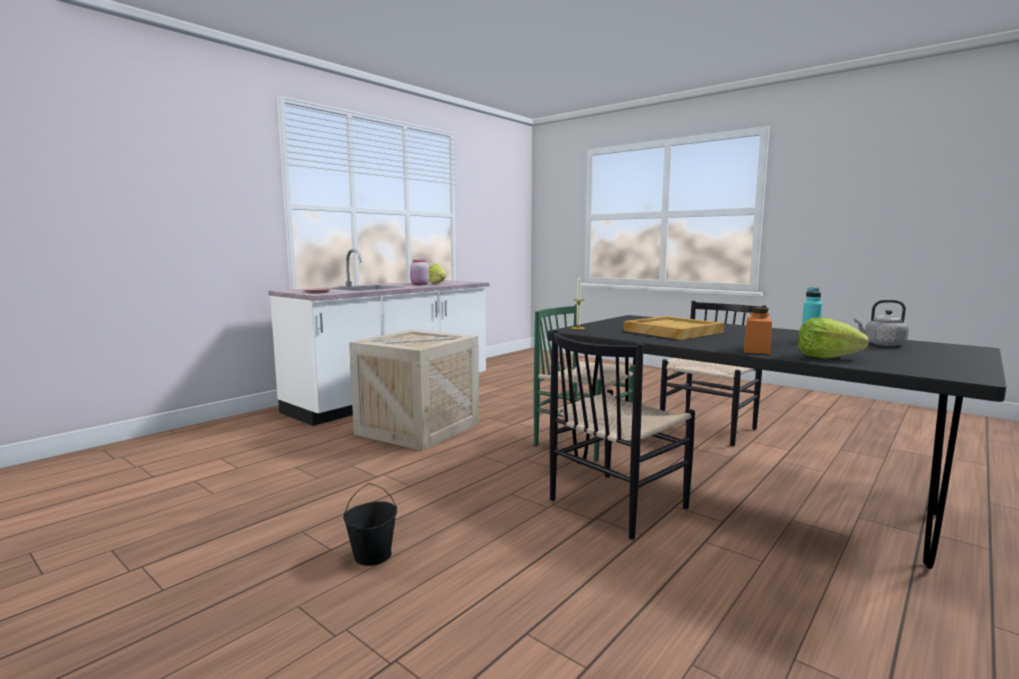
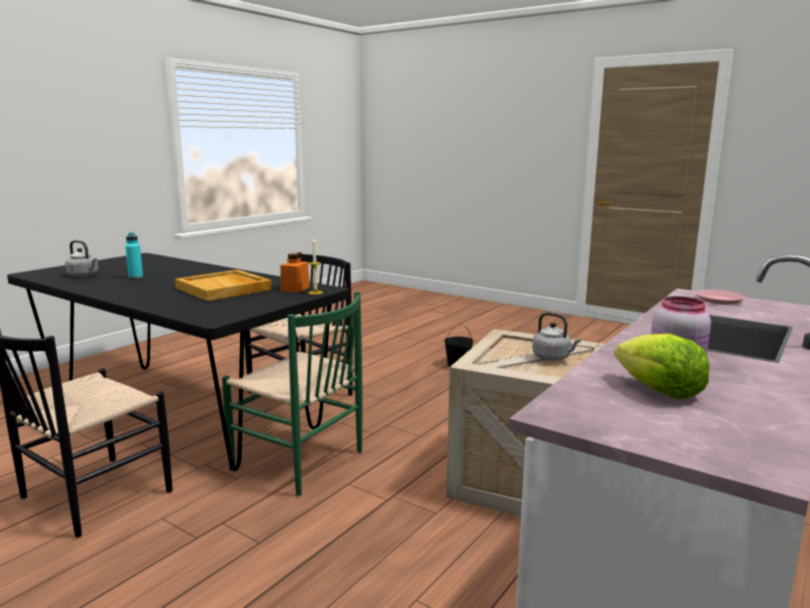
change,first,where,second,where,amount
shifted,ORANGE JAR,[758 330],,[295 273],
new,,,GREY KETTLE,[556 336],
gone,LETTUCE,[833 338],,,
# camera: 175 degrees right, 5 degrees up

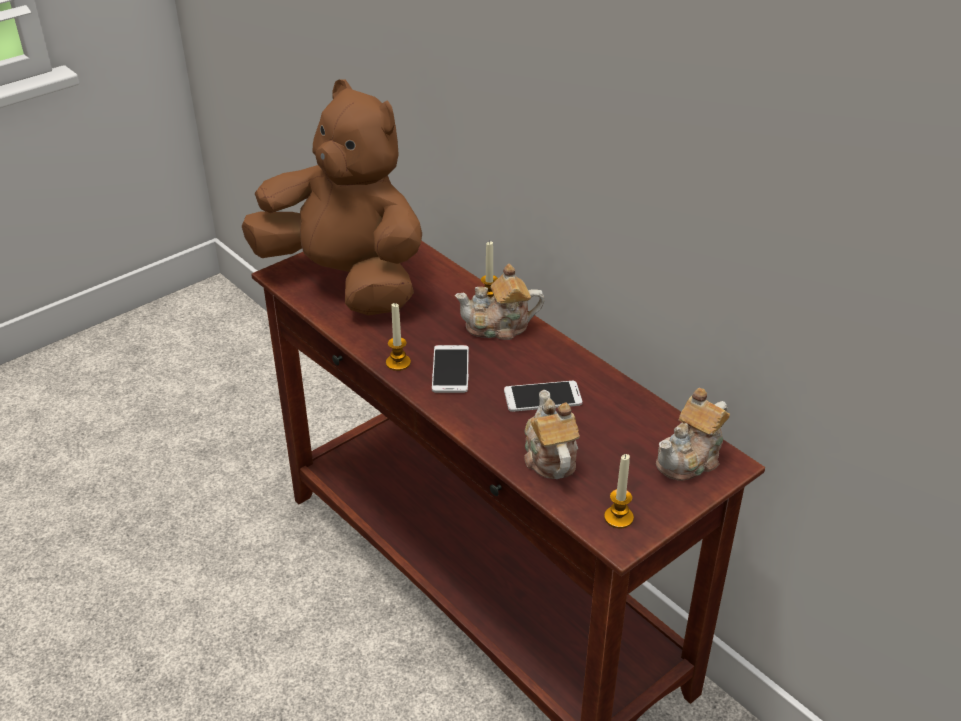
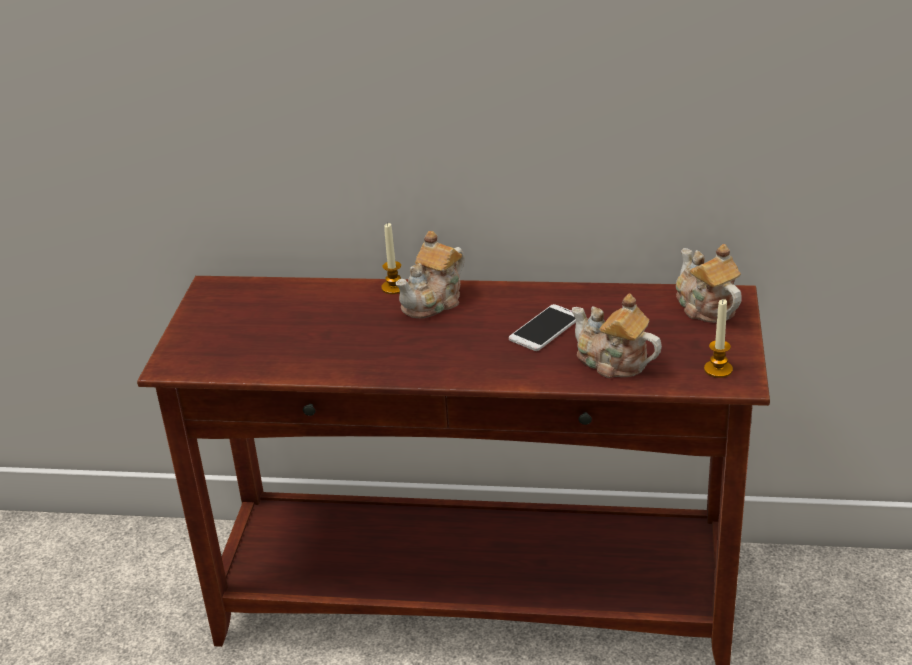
change,first,where,second,where,amount
rotated,TEAPOT,[693 434],,[709 283],150 degrees clockwise
gone,BROWN PLUSH TOY,[332 197],,,
gone,CANDLE,[398 337],,,
gone,PHONE,[450 369],,,
# camera: 40 degrees left, 5 degrees down

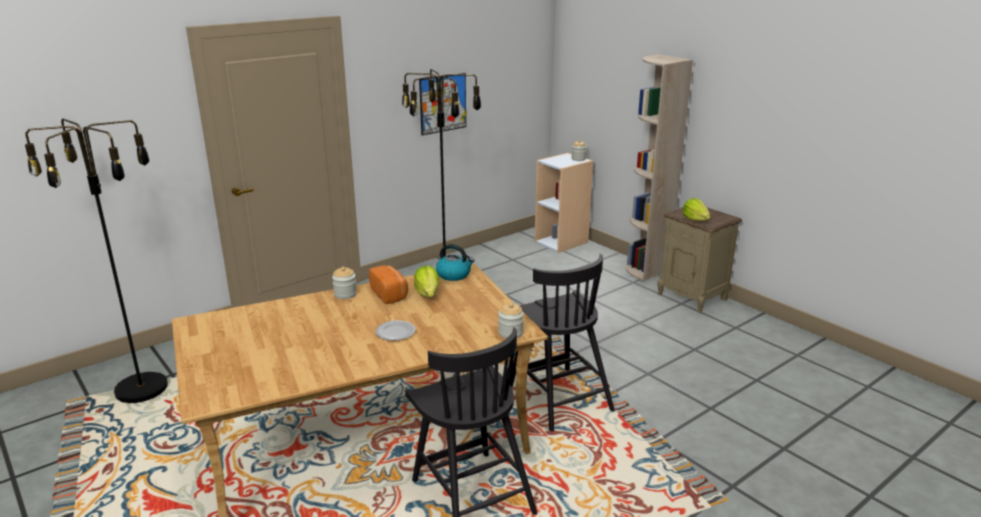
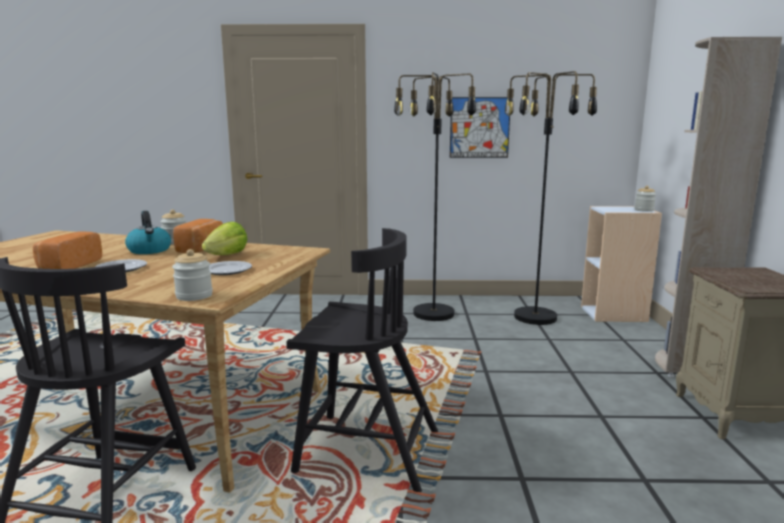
change,first,where,second,where,amount
new,,,BREAD,[67 250],
shifted,KETTLE,[455 262],,[148 232],
new,,,PLATE,[230 268],
rotated,BLACK CHAIR,[562 343],,[362 360],90 degrees counterclockwise
shifted,FLOOR LAMP,[96 260],,[551 198],
gone,LETTUCE,[696 209],,,
# camera: 40 degrees right, 10 degrees down

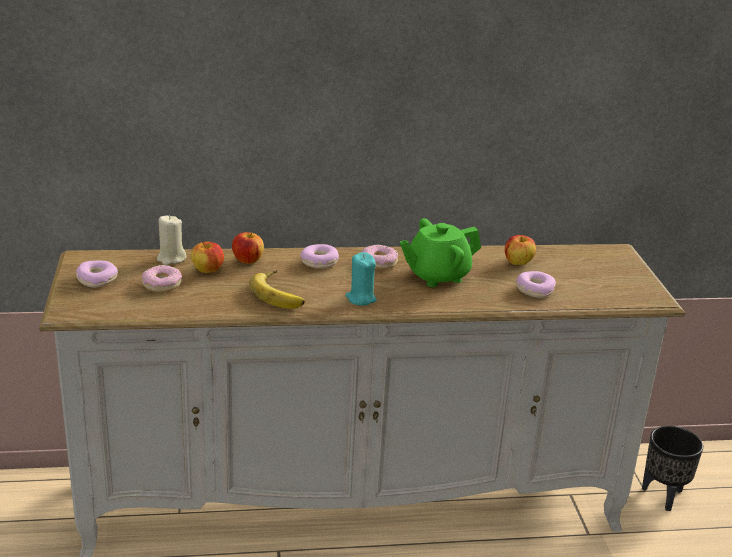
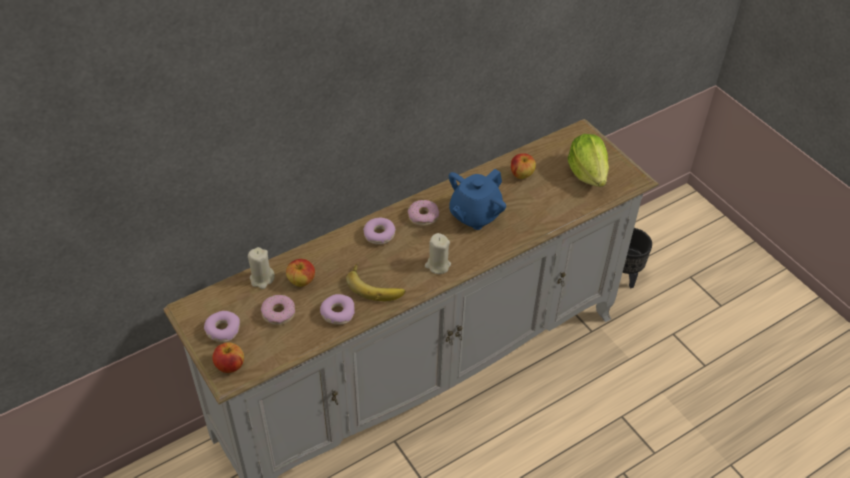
change,first,where,second,where,amount
shifted,APPLE,[248 248],,[228 357],
shifted,DONUT,[536 284],,[337 309],
repainted,TURQUOISE CANDLE,[361 278],BEIGE CANDLE,[438 253],
repainted,GREEN TEAPOT,[440 252],BLUE TEAPOT,[477 199],
new,,,LETTUCE,[588 160],
# camera: 25 degrees left, 20 degrees up

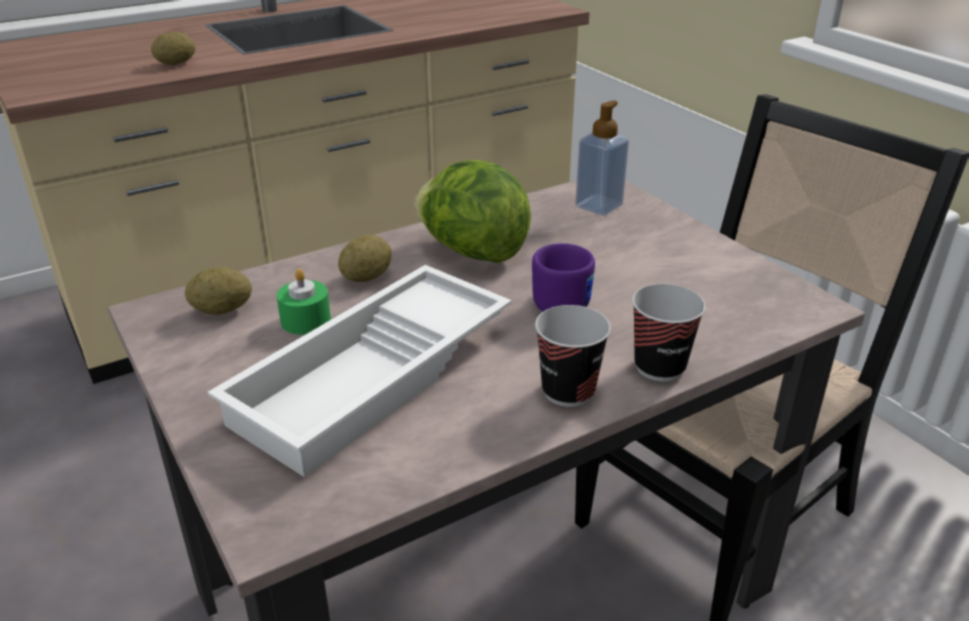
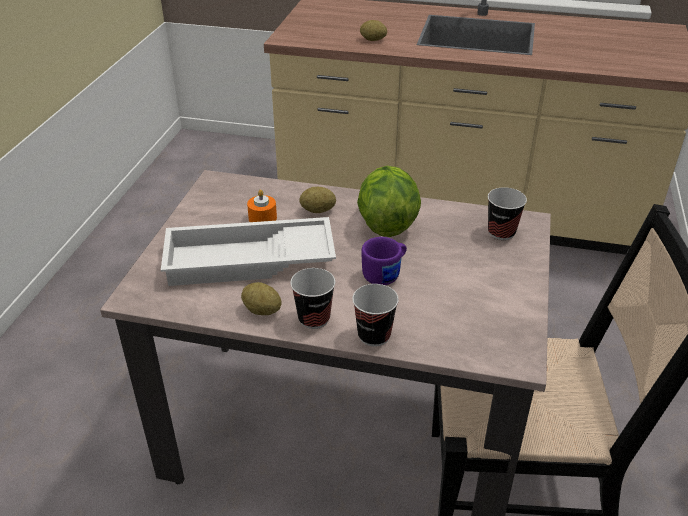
change,first,where,second,where,amount
shifted,POTATO,[218 291],,[261 298],
repainted,GREEN CANDLE,[304 302],ORANGE CANDLE,[262 206],
swapped,SOAP DISPENSER,[602 158],CUP,[507 213],
# camera: 45 degrees right, 5 degrees up

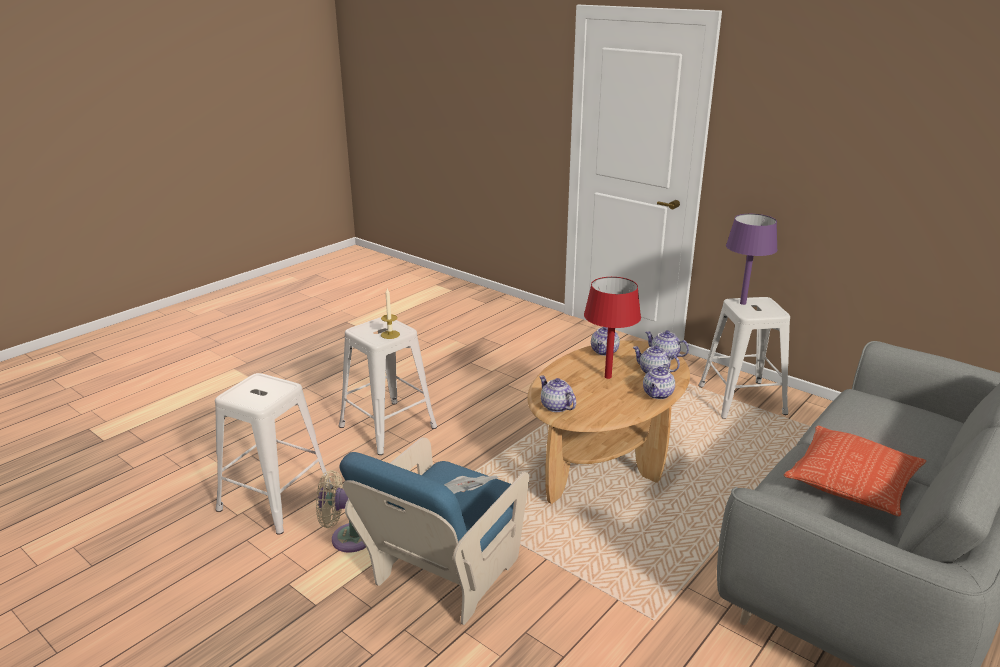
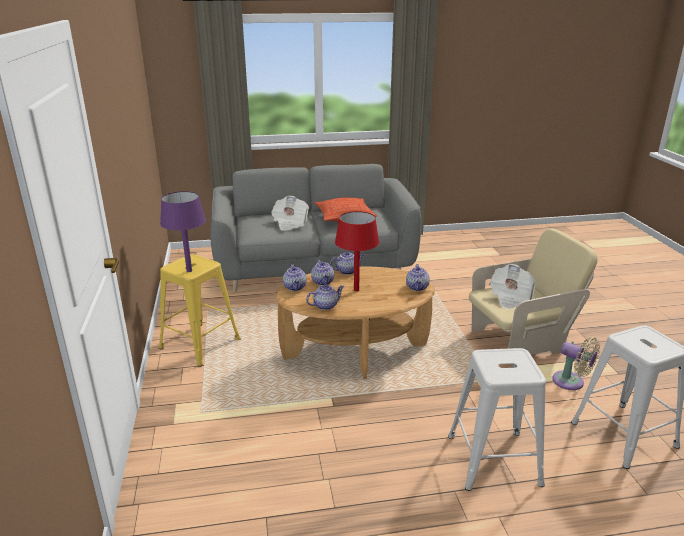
change,first,where,second,where,amount
repainted,WHITE STOOL,[744 358],YELLOW STOOL,[200 310],
new,,,NEWSPAPER,[290 213],
repainted,BLUE ARMCHAIR,[434 531],BEIGE ARMCHAIR,[533 292],
gone,CANDLE,[390 313],,,
# camera: 140 degrees left, 0 degrees up

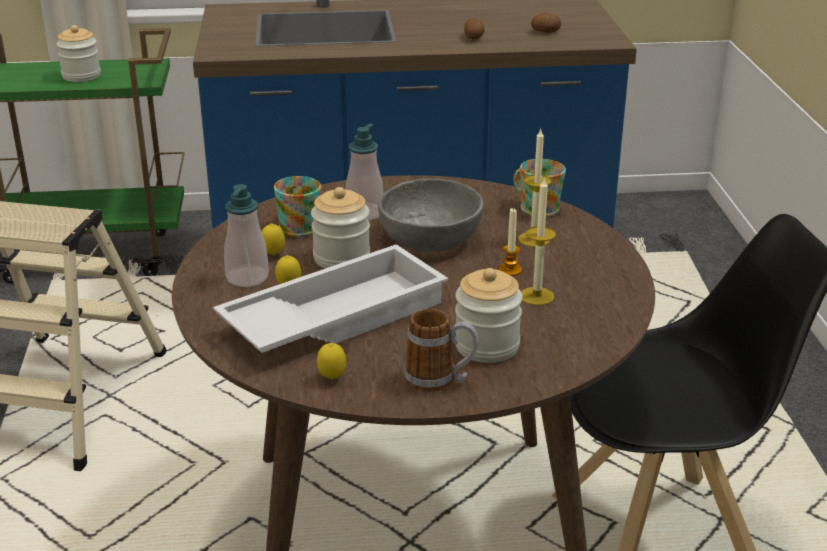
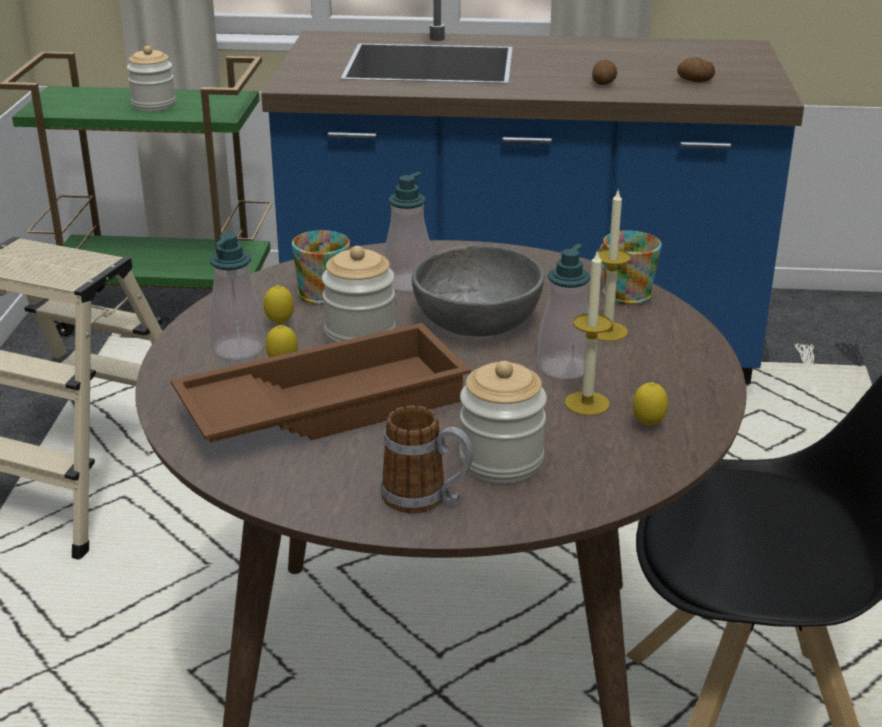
change,first,where,second,where,amount
repainted,WHITE TRAY,[330 298],BROWN TRAY,[320 382],
swapped,CANDLE,[510 241],SOAP DISPENSER,[564 311],
shifted,LEMON,[331 361],,[650 404],
# camera: 10 degrees right, 0 degrees up

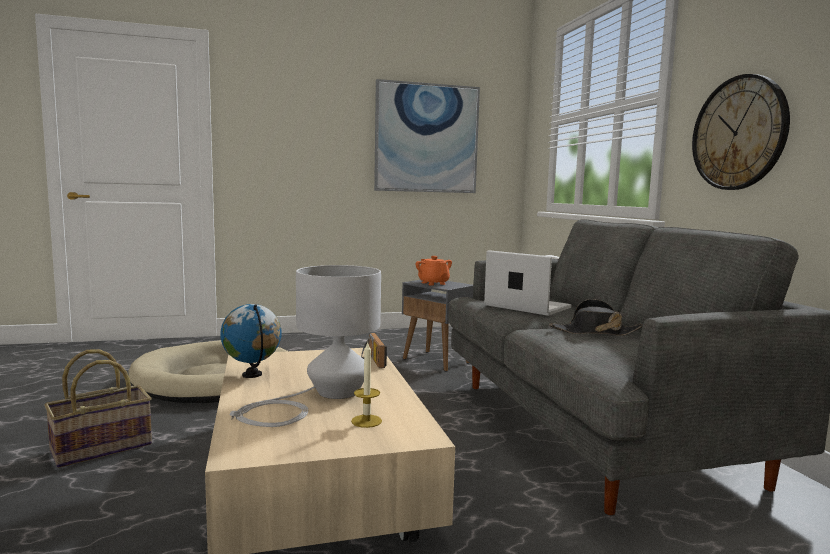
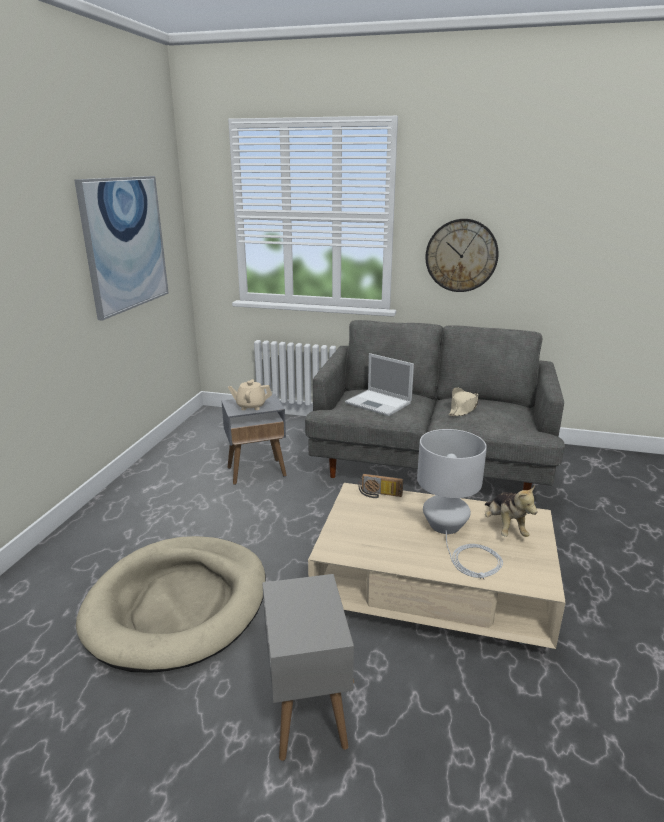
change,first,where,second,where,amount
repainted,ORANGE TEAPOT,[433 271],BEIGE TEAPOT,[250 394],
swapped,BASKET,[98 408],GREY SIDE TABLE,[308 667],
rotated,LAPTOP,[527 283],,[379 384],120 degrees counterclockwise
repainted,BLACK HAT,[596 317],BEIGE HAT,[463 401],
swapped,CANDLE,[366 385],PLUSH TOY,[511 511],
gone,GLOBE,[251 341],,,
# camera: 60 degrees left, 15 degrees up

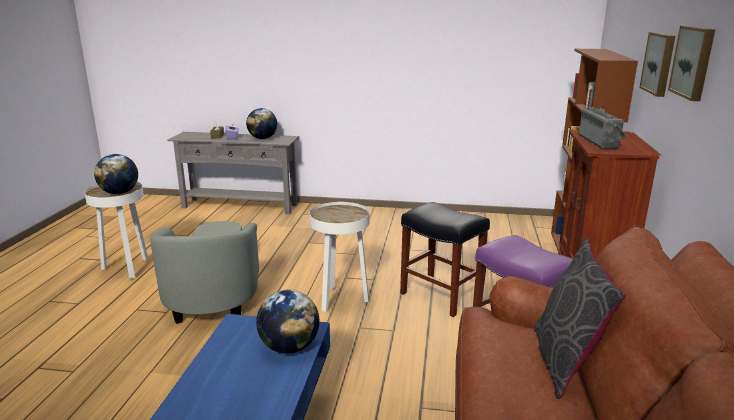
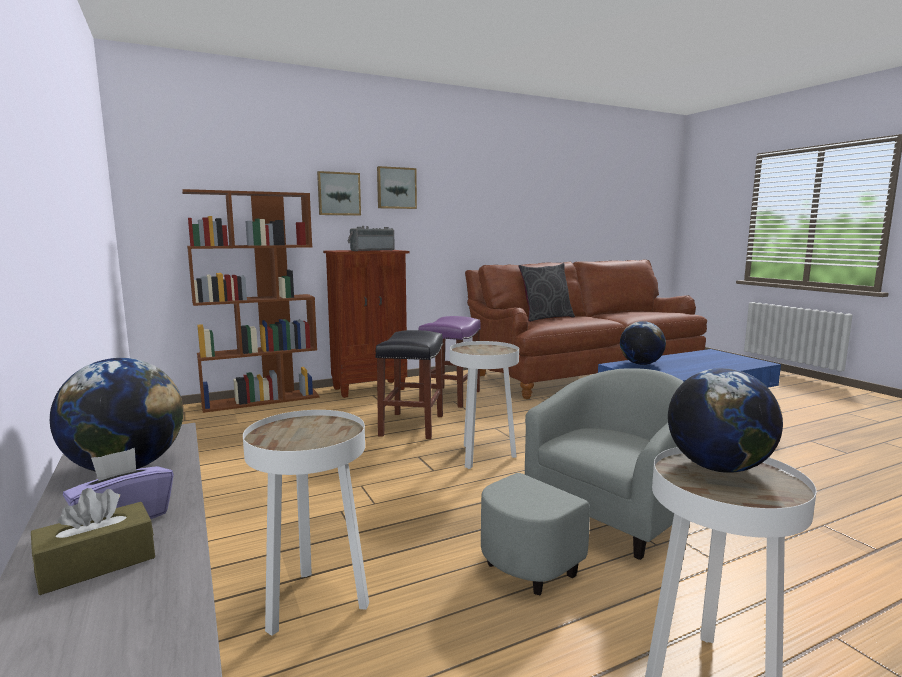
change,first,where,second,where,amount
new,,,WHITE SIDE TABLE,[306 523],
# camera: 125 degrees left, 10 degrees down

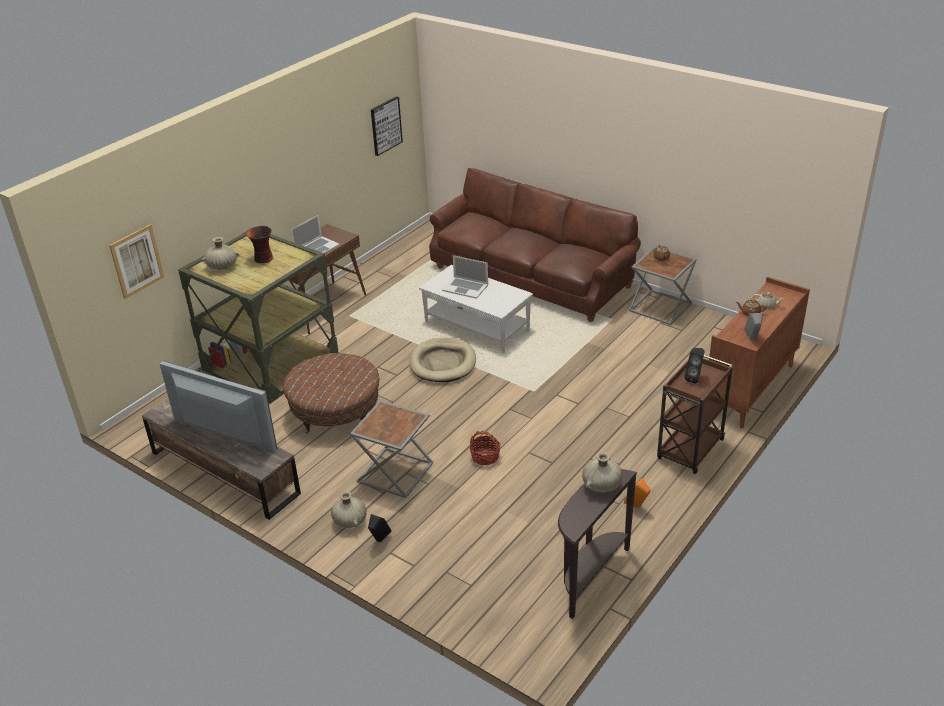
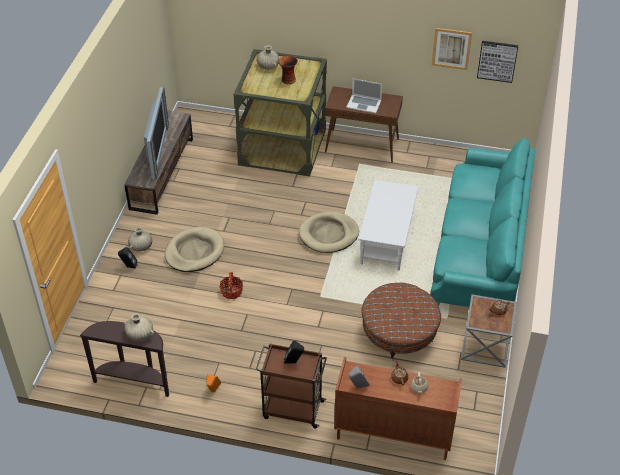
change,first,where,second,where,amount
swapped,GREY SIDE TABLE,[391 449],BEIGE DOG BED,[194 249],
shifted,BROWN OTTOMAN,[331 393],,[401 322],
repainted,BROWN SOFA,[535 245],TURQUOISE SOFA,[482 222],
shifted,PICTURE,[136 261],,[452 49],
gone,LAPTOP,[465 277],,,
# camera: 65 degrees right, 10 degrees up

